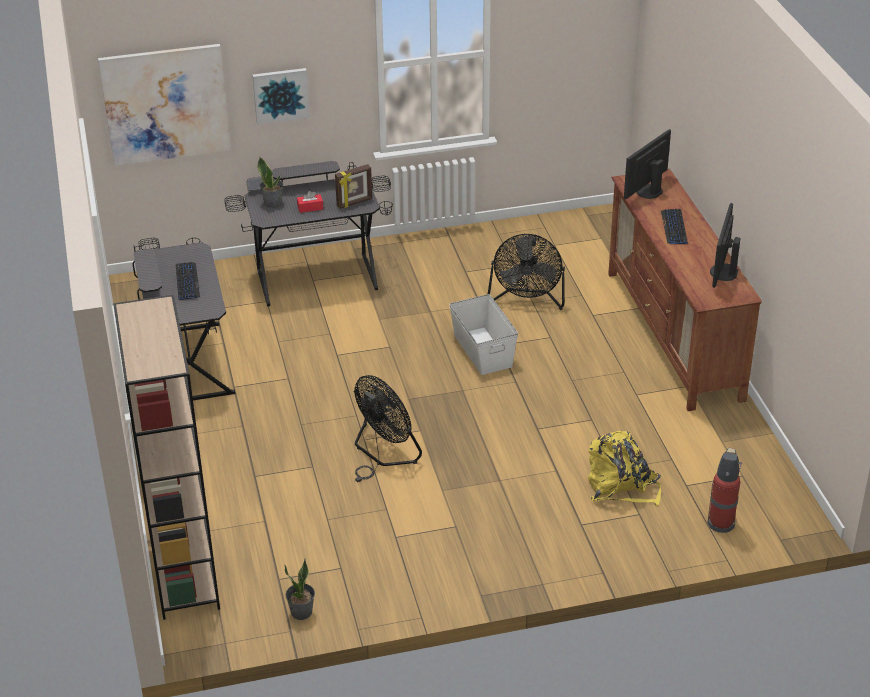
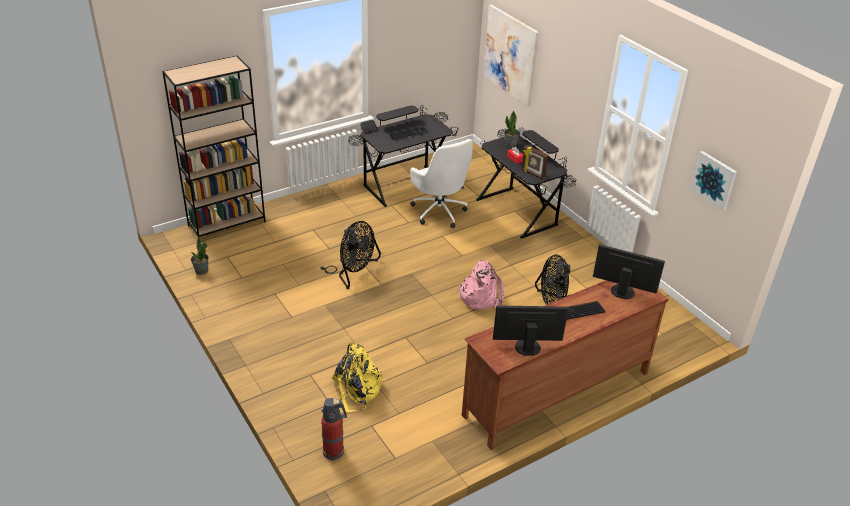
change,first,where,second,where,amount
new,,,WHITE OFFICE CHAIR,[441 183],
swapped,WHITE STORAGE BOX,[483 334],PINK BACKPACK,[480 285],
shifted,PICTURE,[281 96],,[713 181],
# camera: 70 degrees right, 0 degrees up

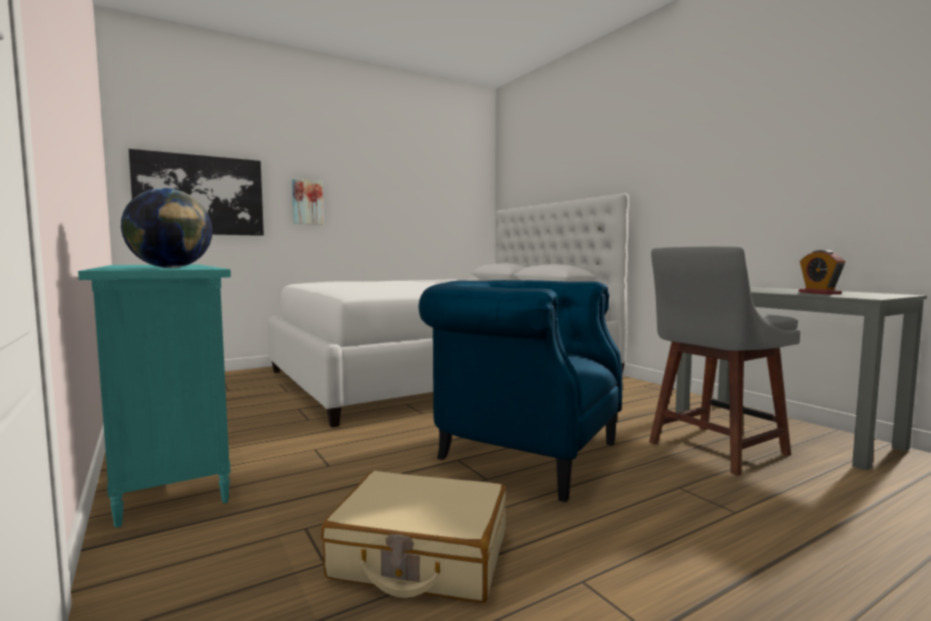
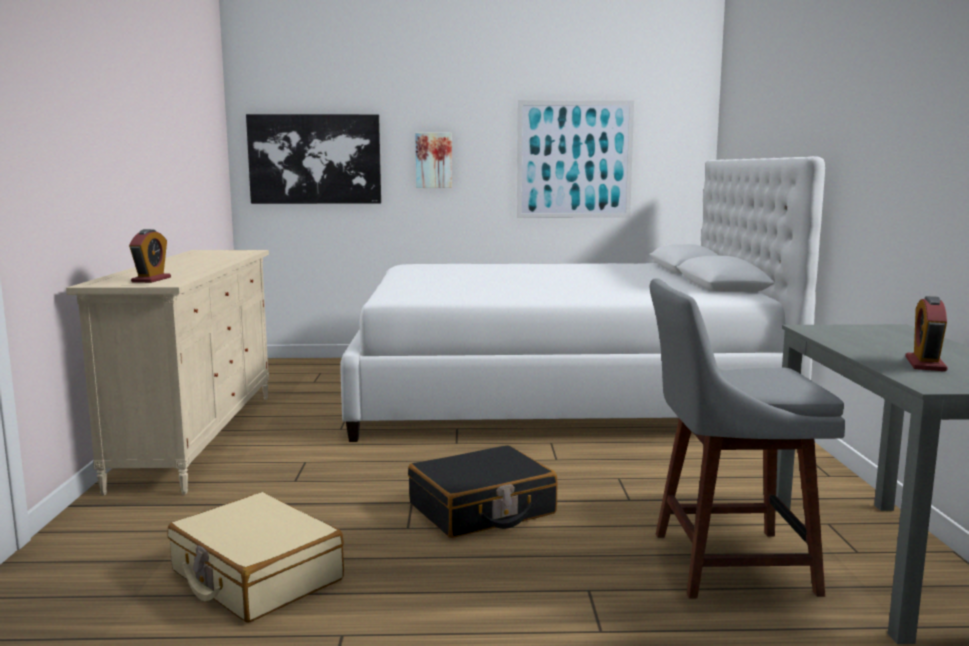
change,first,where,second,where,amount
repainted,TURQUOISE DRESSER,[154 396],BEIGE DRESSER,[167 372],
swapped,GLOBE,[167 228],ALARM CLOCK,[150 256],
swapped,BLUE ARMCHAIR,[520 391],BLACK SUITCASE,[483 491],
new,,,PICTURE,[575 159],
# camera: 30 degrees right, 5 degrees up

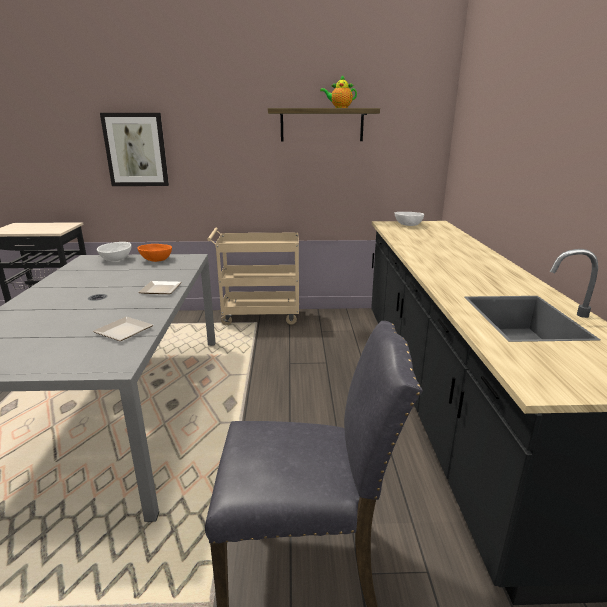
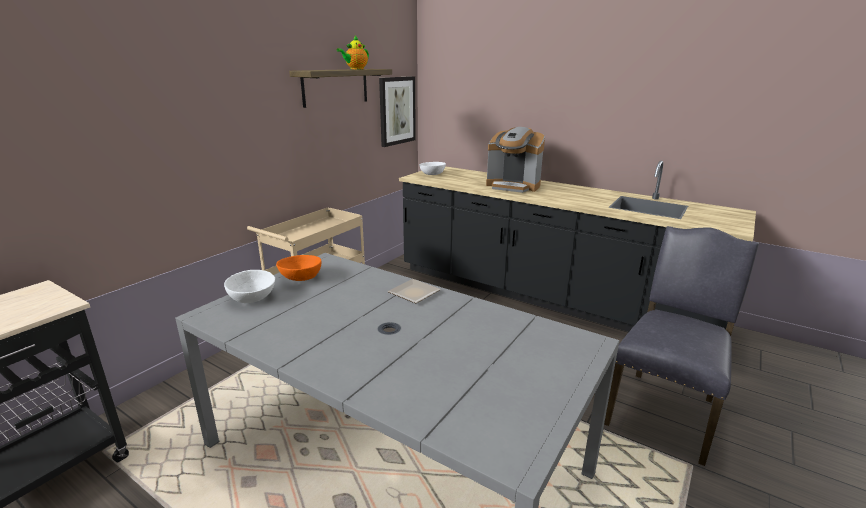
change,first,where,second,where,amount
shifted,PICTURE,[134 149],,[397 111],
new,,,COFFEE MACHINE,[515 160],
gone,PLATE,[123 329],,,
# camera: 55 degrees left, 0 degrees up

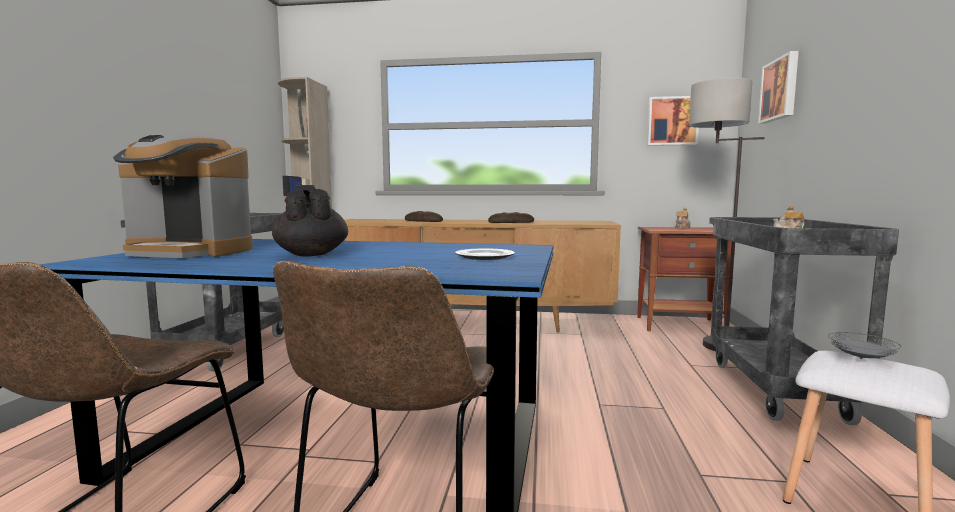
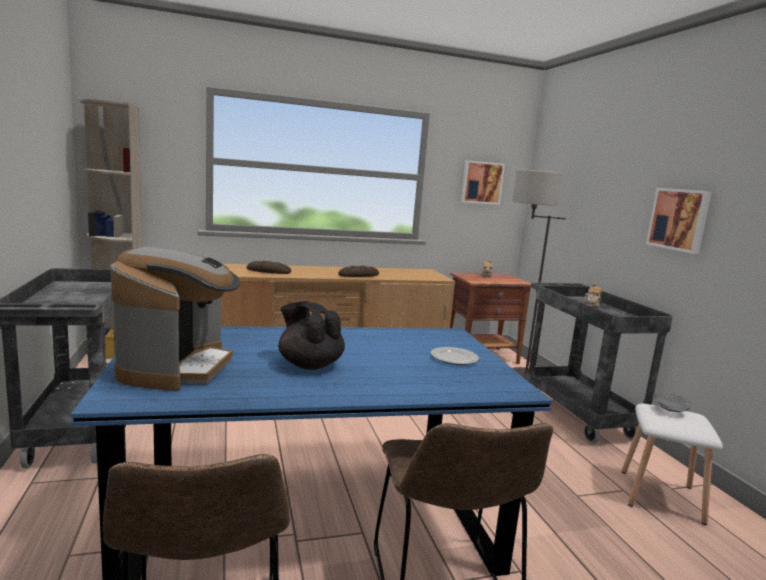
change,first,where,second,where,amount
rotated,COFFEE MACHINE,[183 196],,[175 319],75 degrees counterclockwise
shifted,PICTURE,[778 87],,[679 221],
# camera: 25 degrees left, 5 degrees up

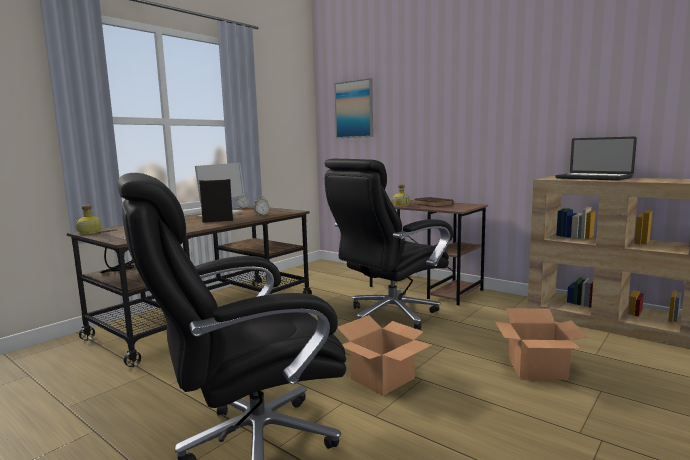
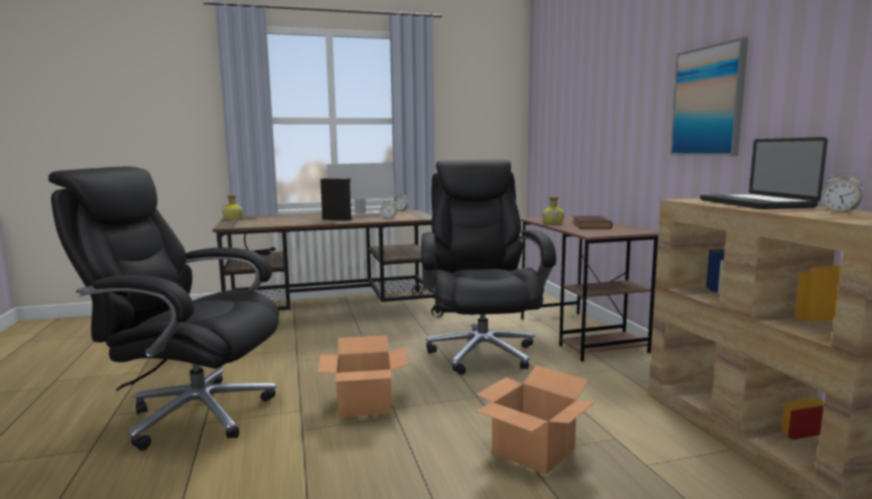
change,first,where,second,where,amount
rotated,BLACK OFFICE CHAIR,[389 244],,[488 267],90 degrees clockwise
shifted,PICTURE,[353 108],,[709 96],
new,,,ALARM CLOCK,[842 192],
# camera: 35 degrees right, 0 degrees up

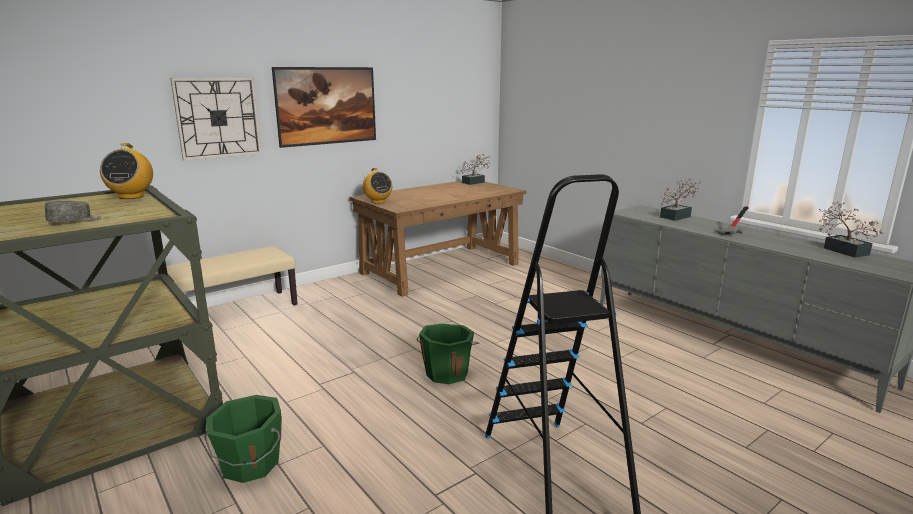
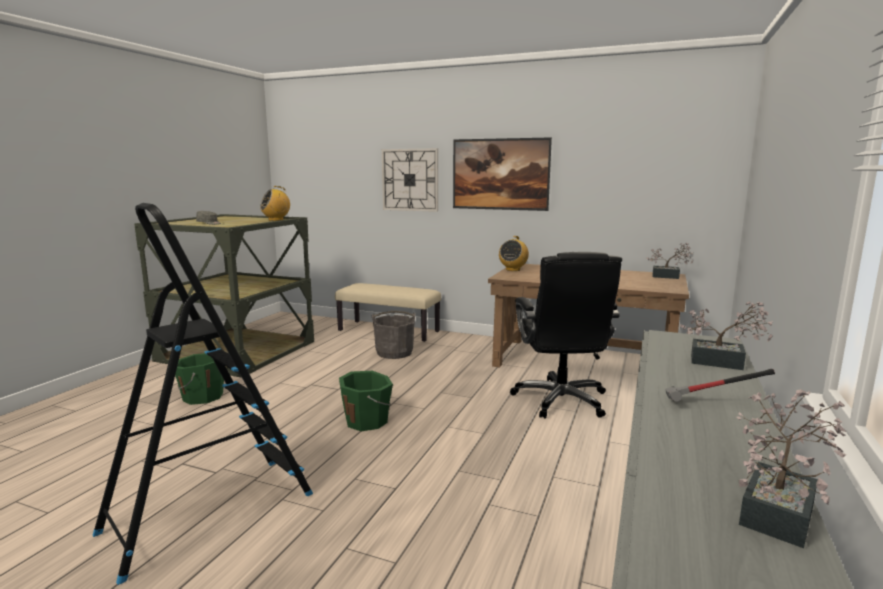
change,first,where,second,where,amount
new,,,GREY BUCKET,[393 335],
new,,,BLACK OFFICE CHAIR,[566 335],
# camera: 60 degrees right, 5 degrees down

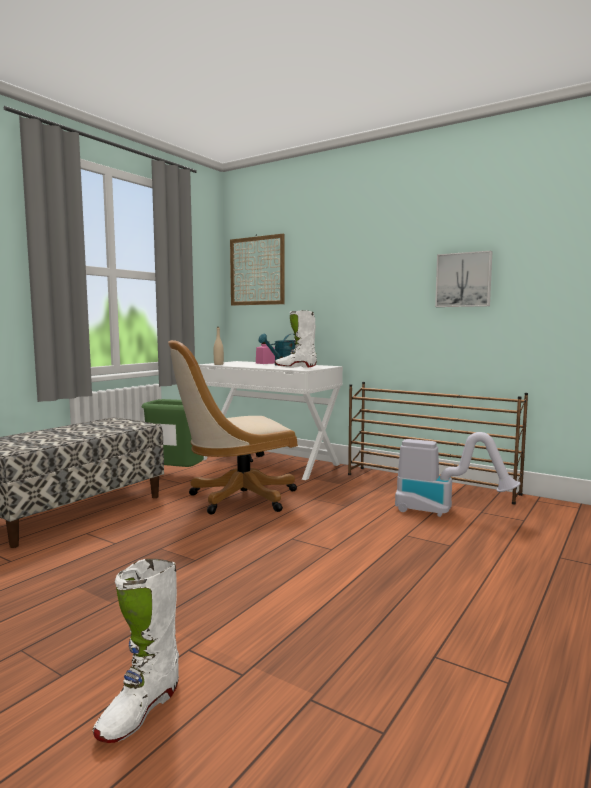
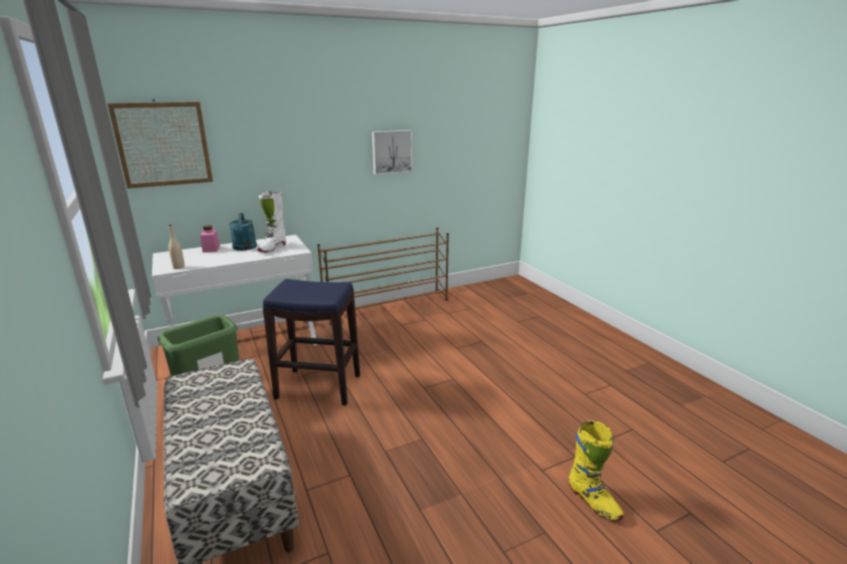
change,first,where,second,where,amount
swapped,OFFICE CHAIR,[233 427],STOOL,[311 342],
repainted,WHITE BOOT,[136 651],YELLOW BOOT,[596 470],
gone,VACUUM CLEANER,[458 474],,,
# camera: 60 degrees left, 15 degrees up

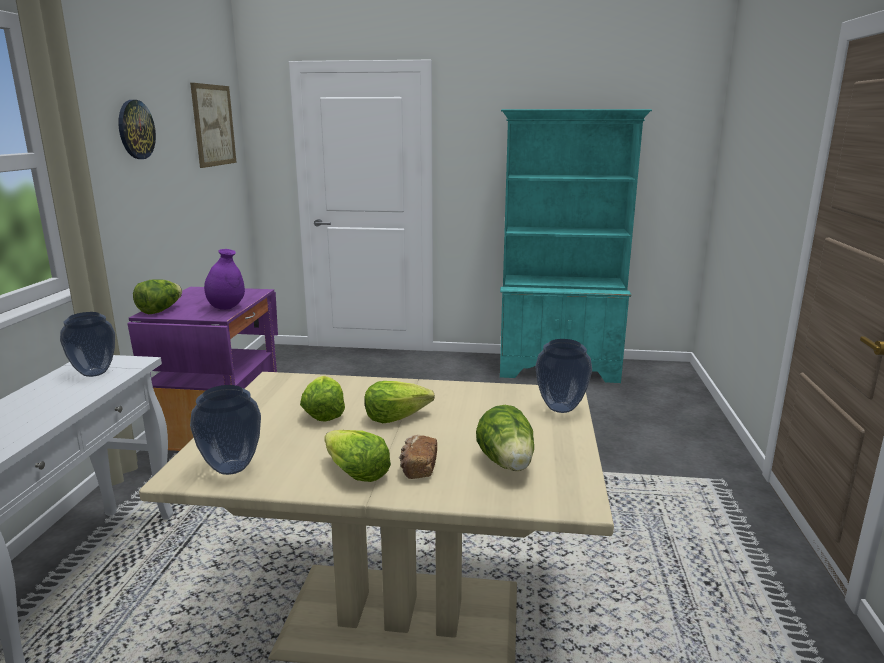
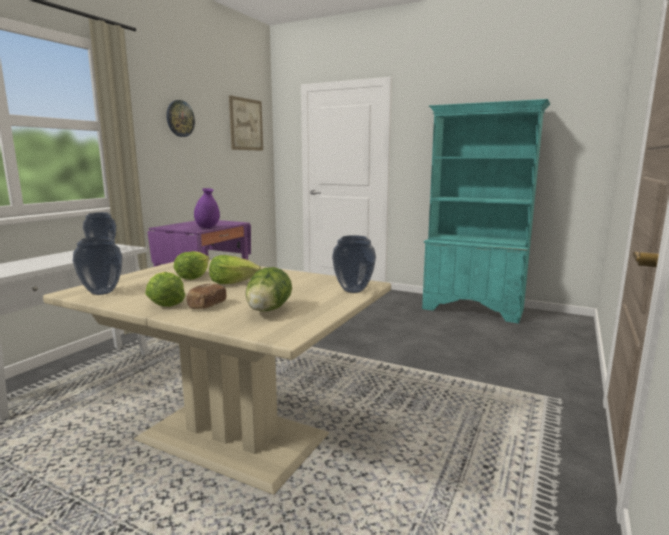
change,first,where,second,where,amount
gone,LETTUCE,[157 296],,,
# camera: 20 degrees right, 5 degrees down

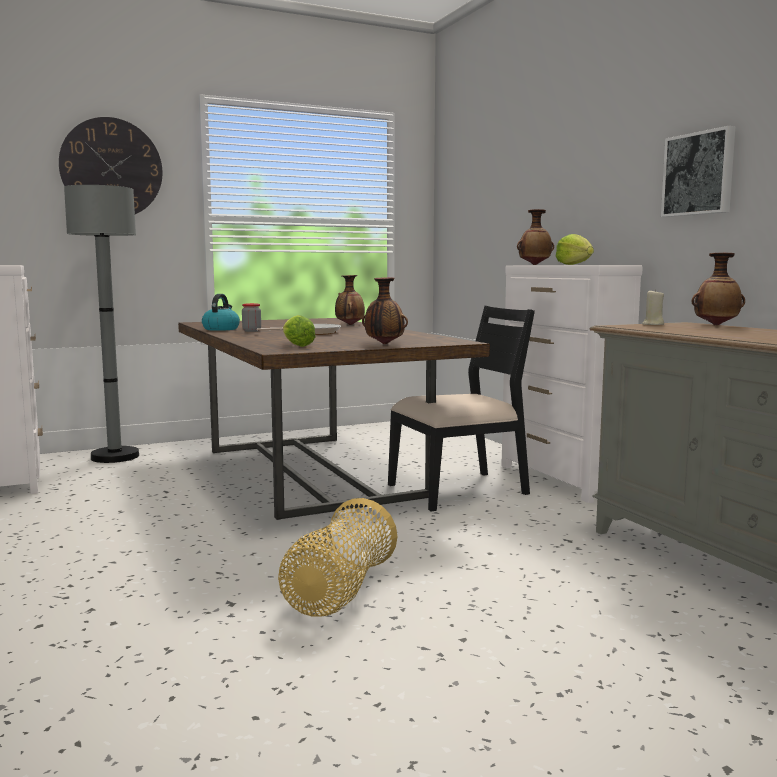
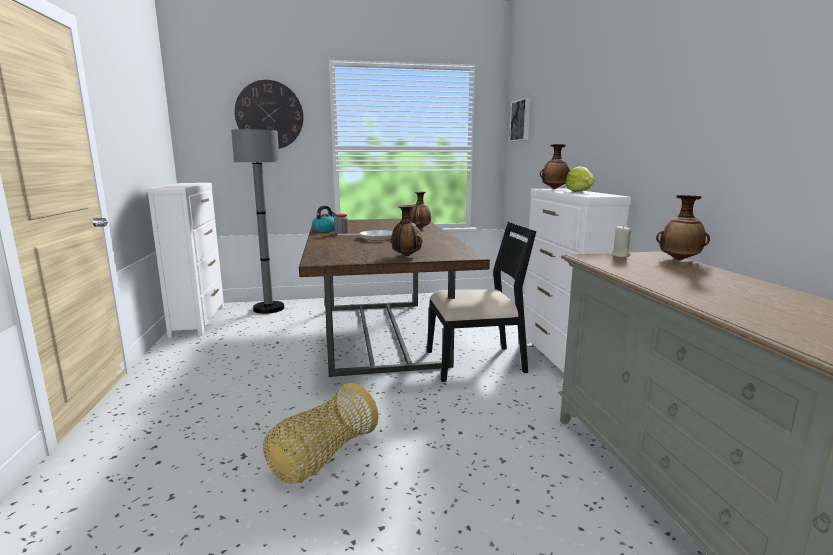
change,first,where,second,where,amount
shifted,PICTURE,[698 171],,[520 119],
gone,LETTUCE,[299 331],,,
# camera: 15 degrees right, 5 degrees up

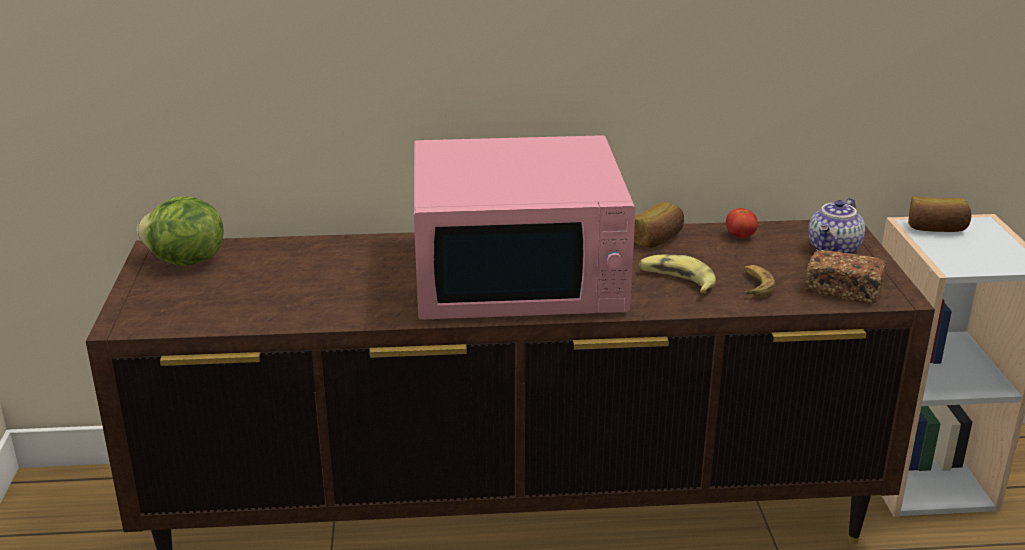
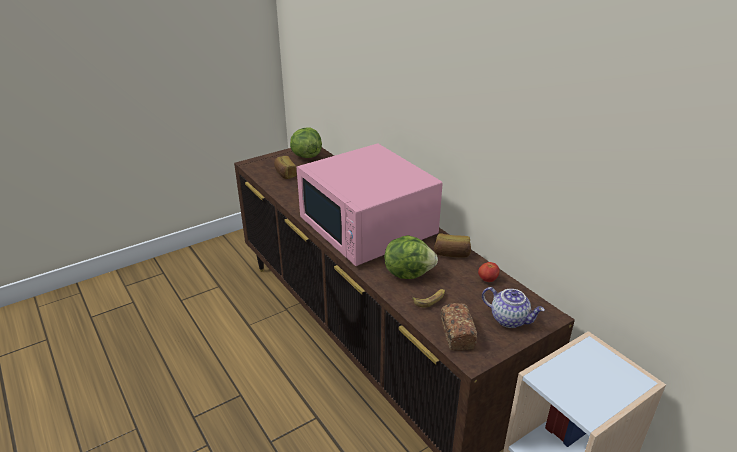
change,first,where,second,where,amount
shifted,BREAD,[940 214],,[285 167],
swapped,BANANA,[677 273],LETTUCE,[411 257],
rotated,TEAPOT,[836 226],,[513 307],150 degrees counterclockwise
# camera: 60 degrees right, 5 degrees up

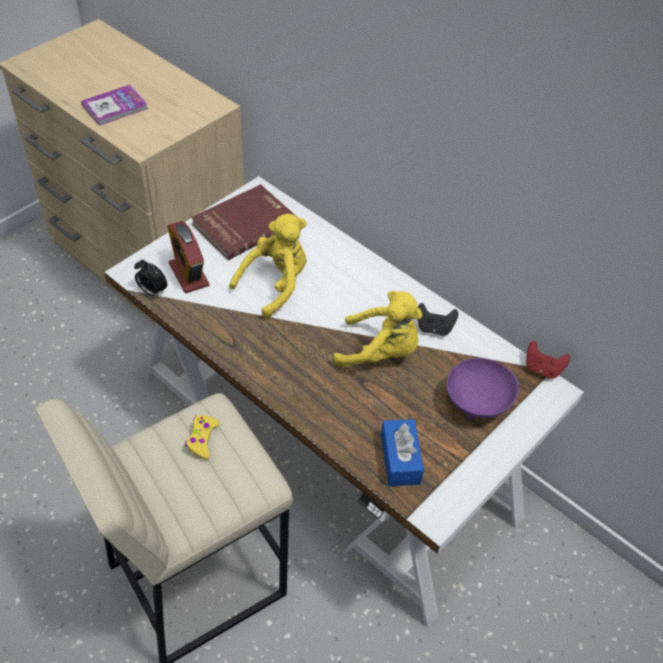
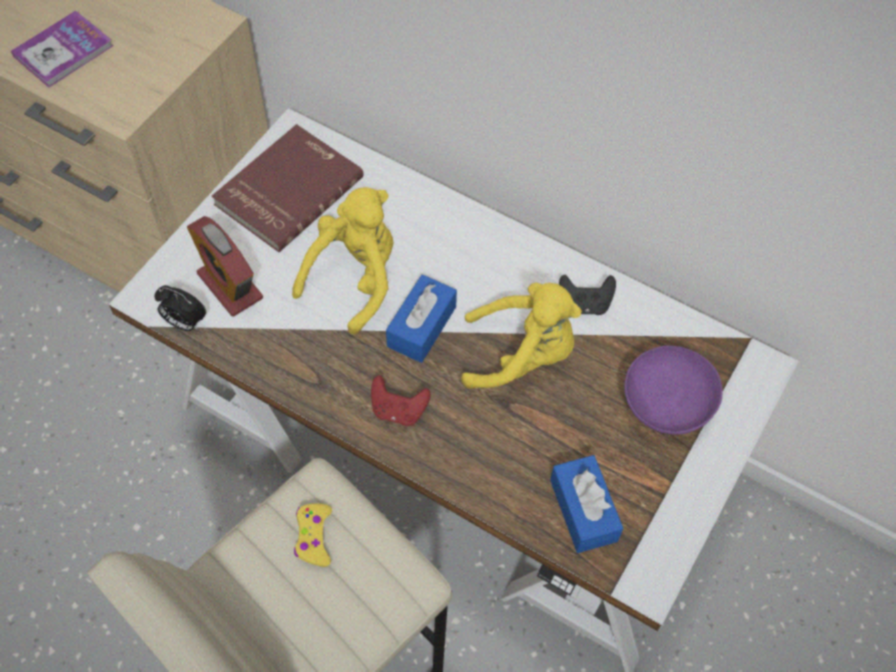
change,first,where,second,where,amount
shifted,RED GAME CONTROLLER,[548 360],,[401 400],
new,,,BLUE TISSUE BOX,[421 318],
# camera: 10 degrees left, 10 degrees up

